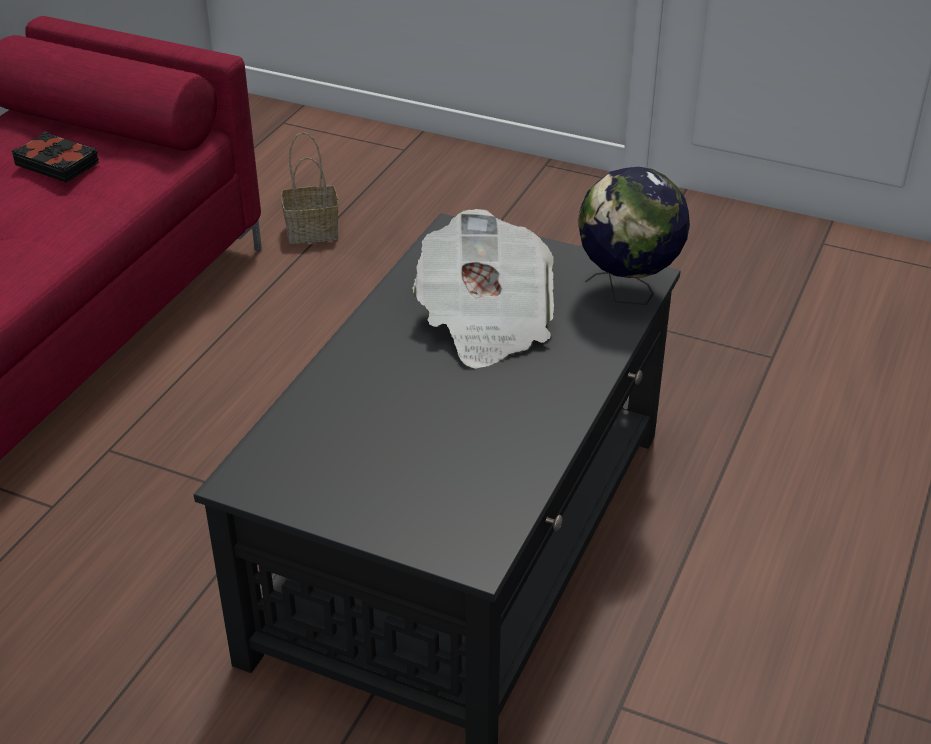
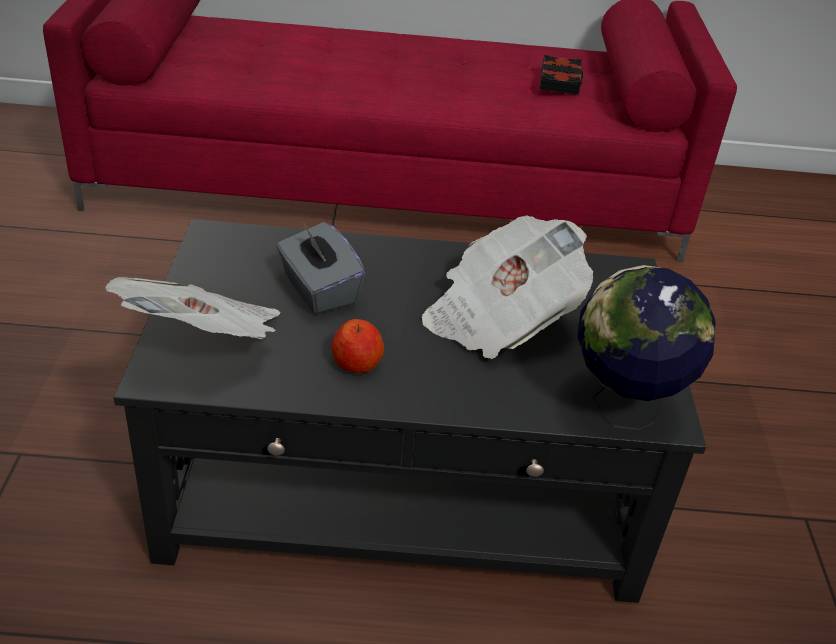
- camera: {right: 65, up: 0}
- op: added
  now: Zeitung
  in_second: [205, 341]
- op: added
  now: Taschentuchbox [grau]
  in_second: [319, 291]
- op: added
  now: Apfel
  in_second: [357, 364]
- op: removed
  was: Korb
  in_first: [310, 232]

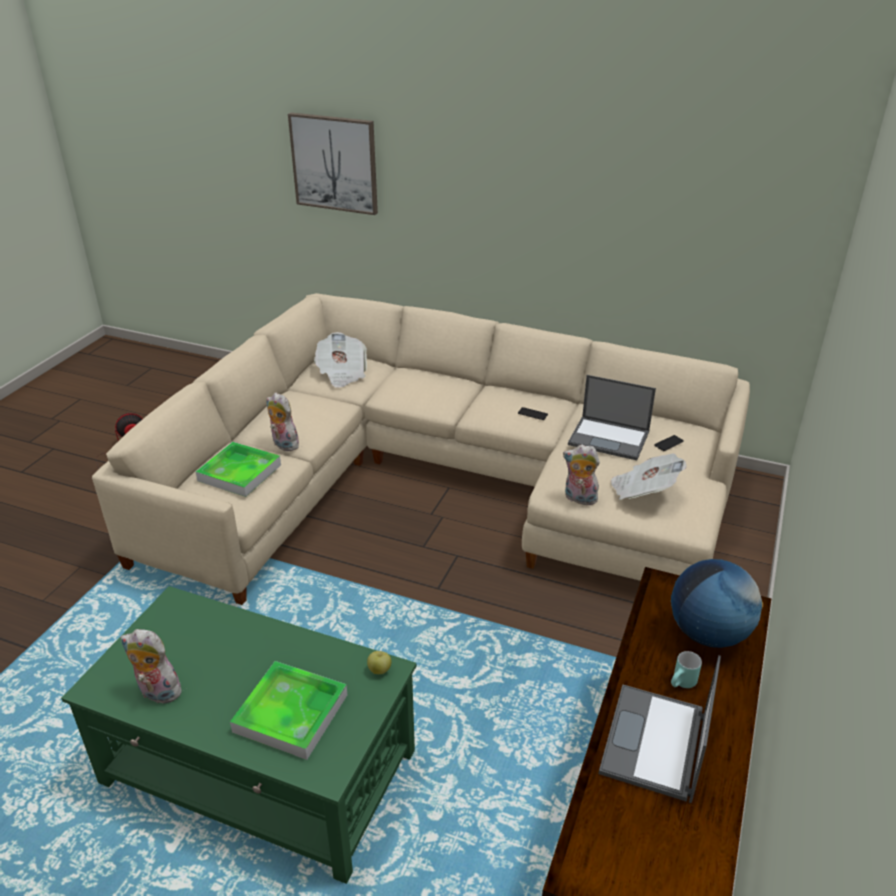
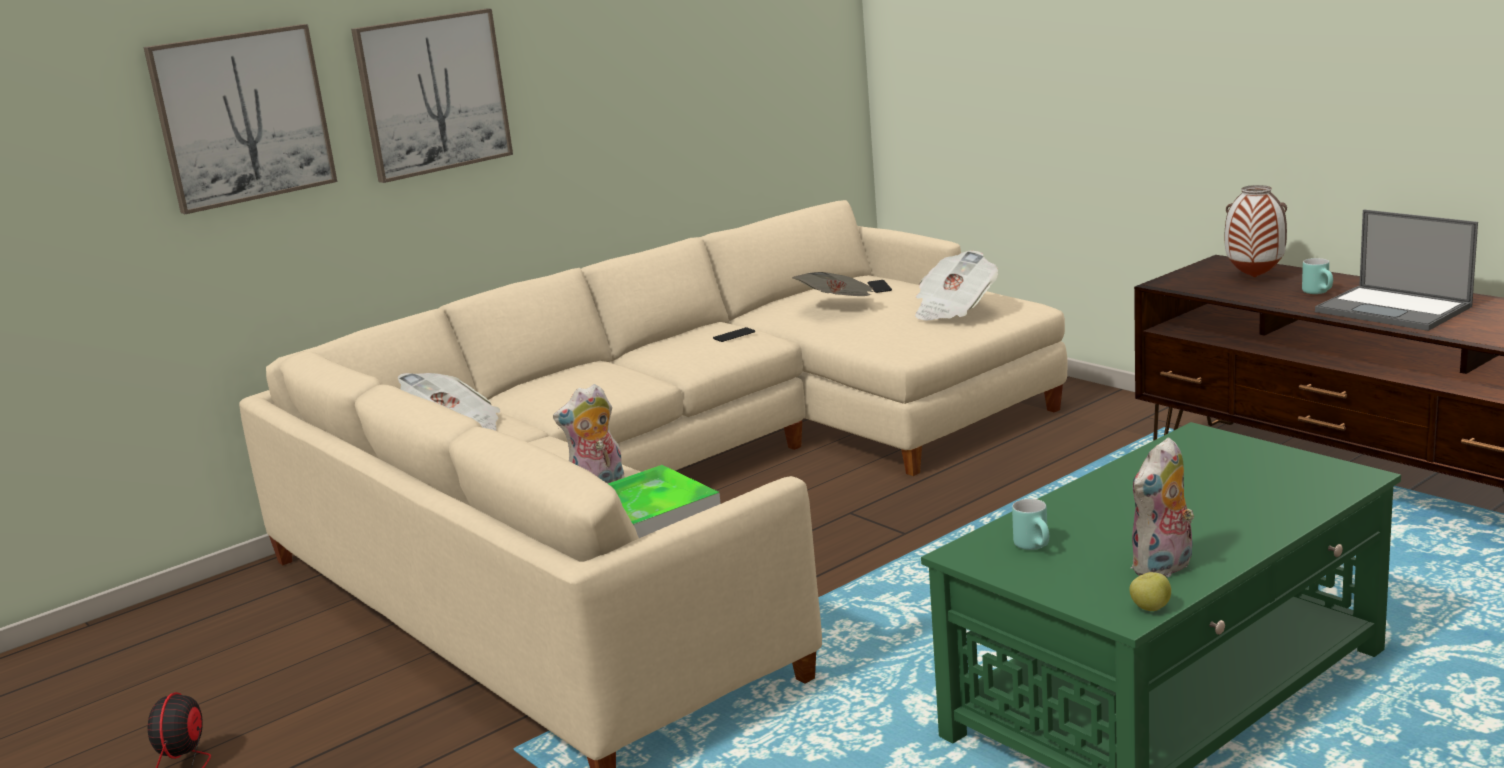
- camera: {right: -60, up: -15}
- op: added
  now: Bild
  in_second: [433, 94]
- op: replaced
  was: Laptop
  now: Zeitung
  in_first: [610, 438]
  in_second: [838, 307]
- op: added
  now: Henkelbecher [türkis]
  in_second: [1036, 547]
- op: moved
  was: Apfel
  in_first: [379, 670]
  in_second: [1150, 608]
- op: replaced
  was: Globus
  now: Vase
  in_first: [708, 633]
  in_second: [1253, 277]
- op: removed
  was: Tablett
  in_first: [291, 713]
- op: removed
  was: Plüschtier
  in_first: [579, 499]

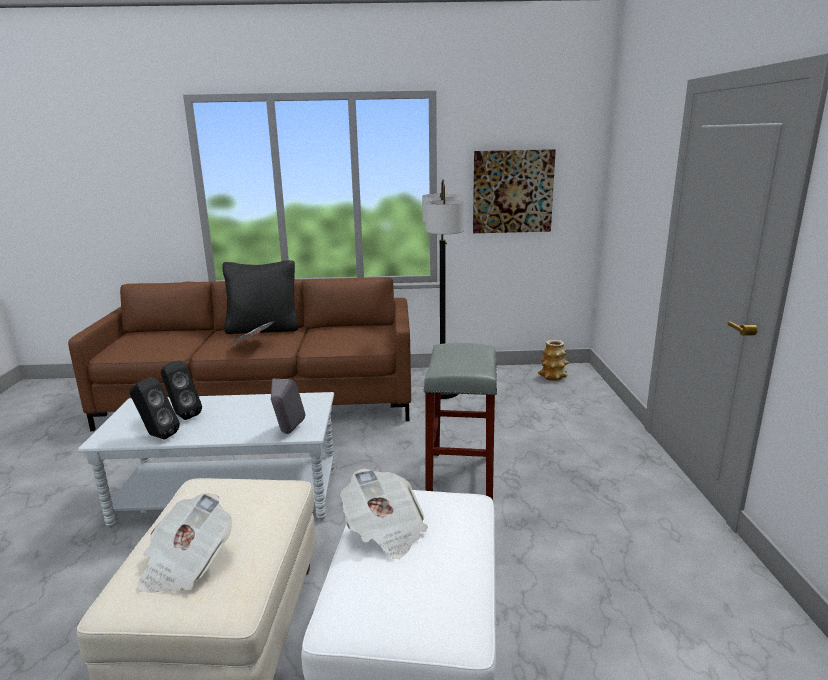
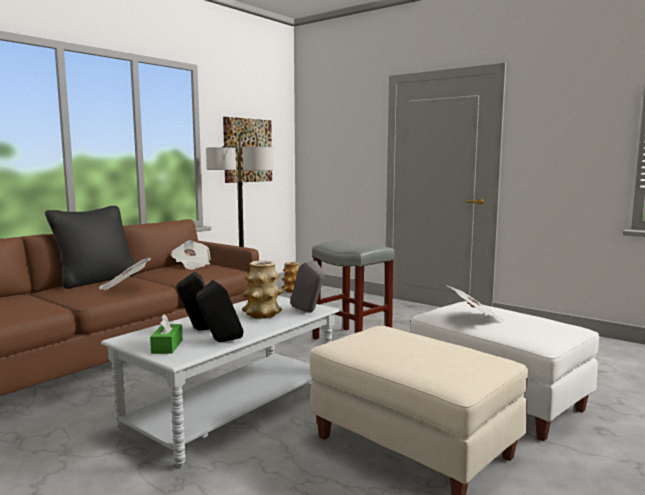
- camera: {right: -50, up: -10}
- op: added
  now: Taschentuchbox [grün]
  in_second: [167, 346]
- op: moved
  was: Zeitung
  in_first: [186, 564]
  in_second: [191, 265]
- op: added
  now: Vase
  in_second: [262, 315]

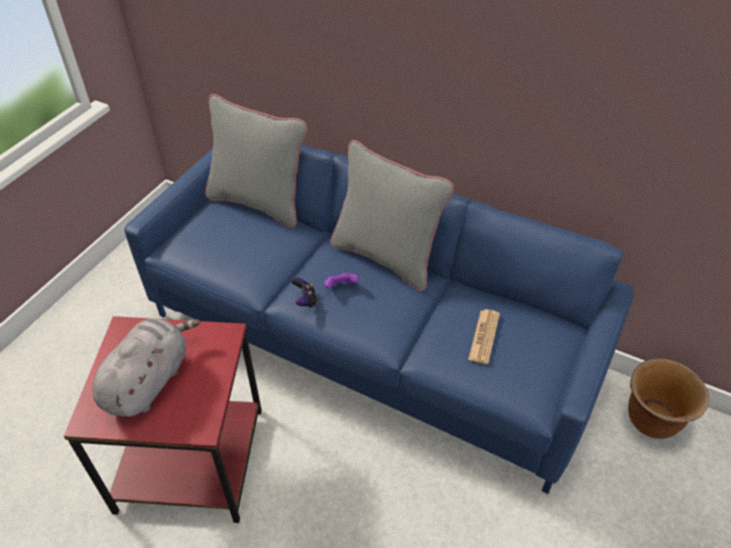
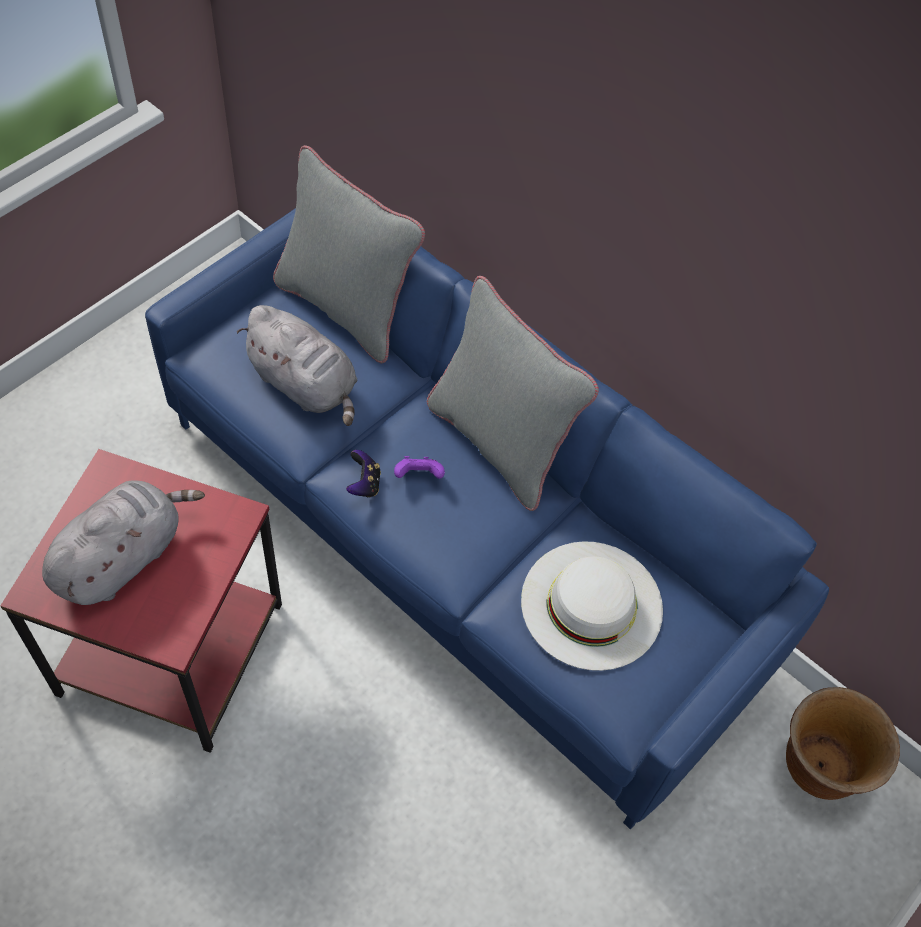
- camera: {right: 10, up: 10}
- op: added
  now: Plüschtier [grau]
  in_second: [305, 385]
- op: replaced
  was: Zeitung
  now: Hut [weiß]
  in_first: [484, 336]
  in_second: [592, 604]

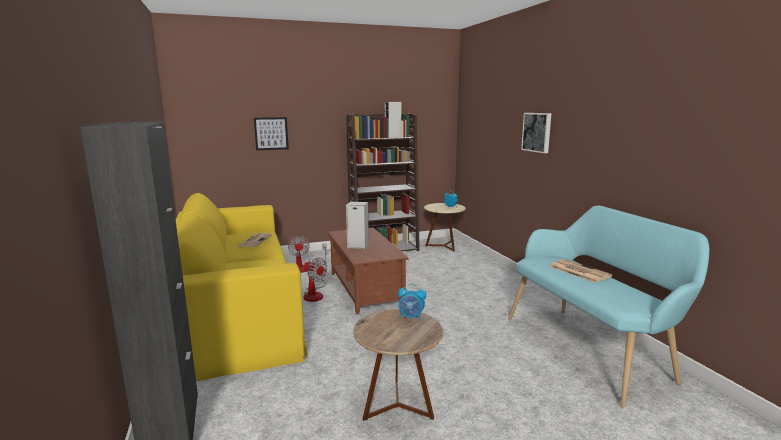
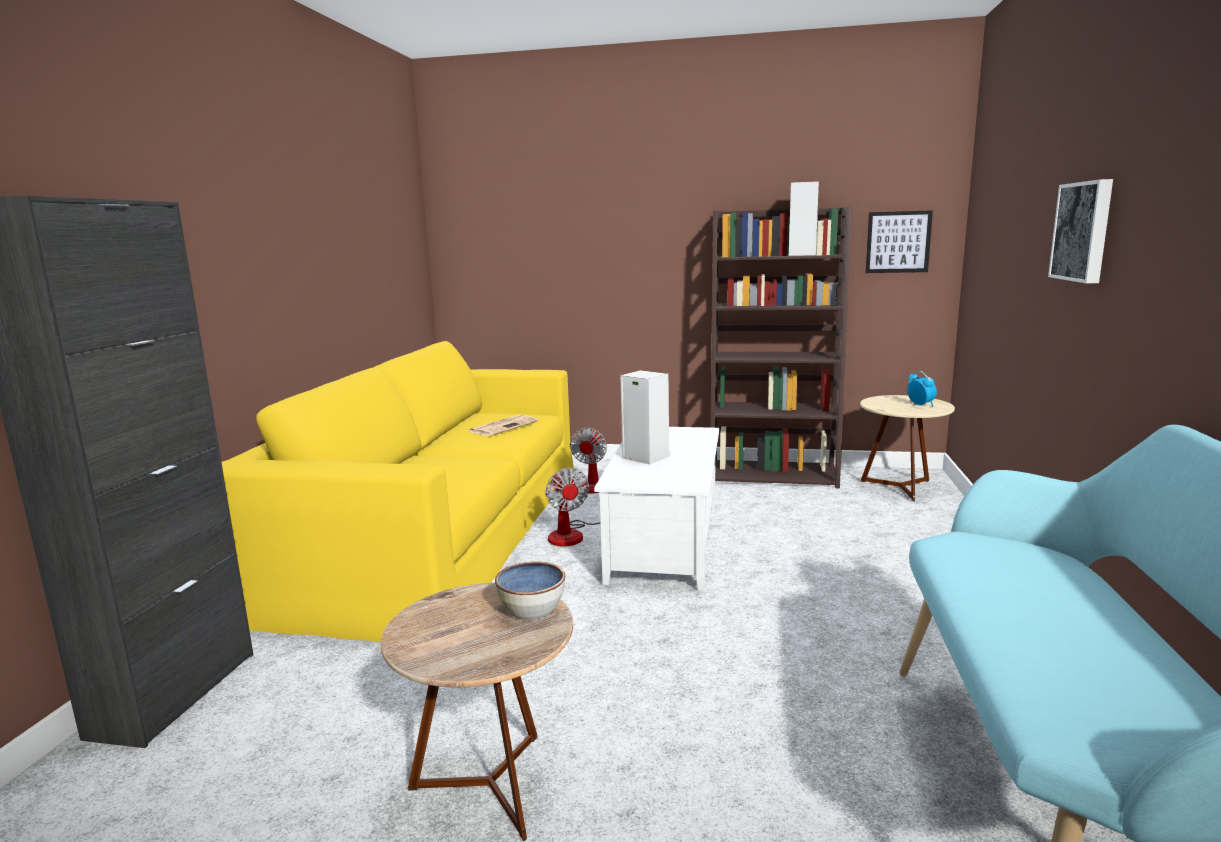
- camera: {right: 30, up: 0}
- op: replaced
  was: Wecker
  now: Schüssel
  in_first: [411, 317]
  in_second: [532, 609]
- op: recoloured
  was: Couchtisch [braun]
  now: Couchtisch [weiß]
  in_first: [364, 289]
  in_second: [663, 541]
- op: moved
  was: Bild
  in_first: [271, 133]
  in_second: [898, 242]
- op: removed
  was: Zeitung
  in_first: [578, 271]

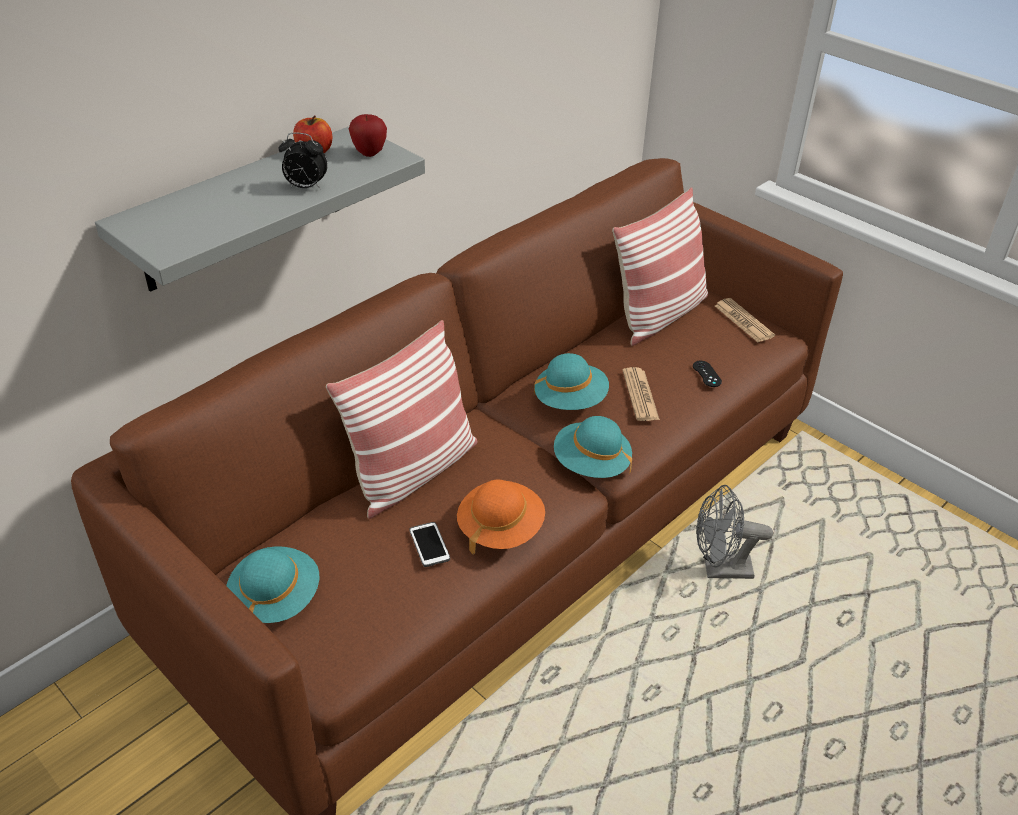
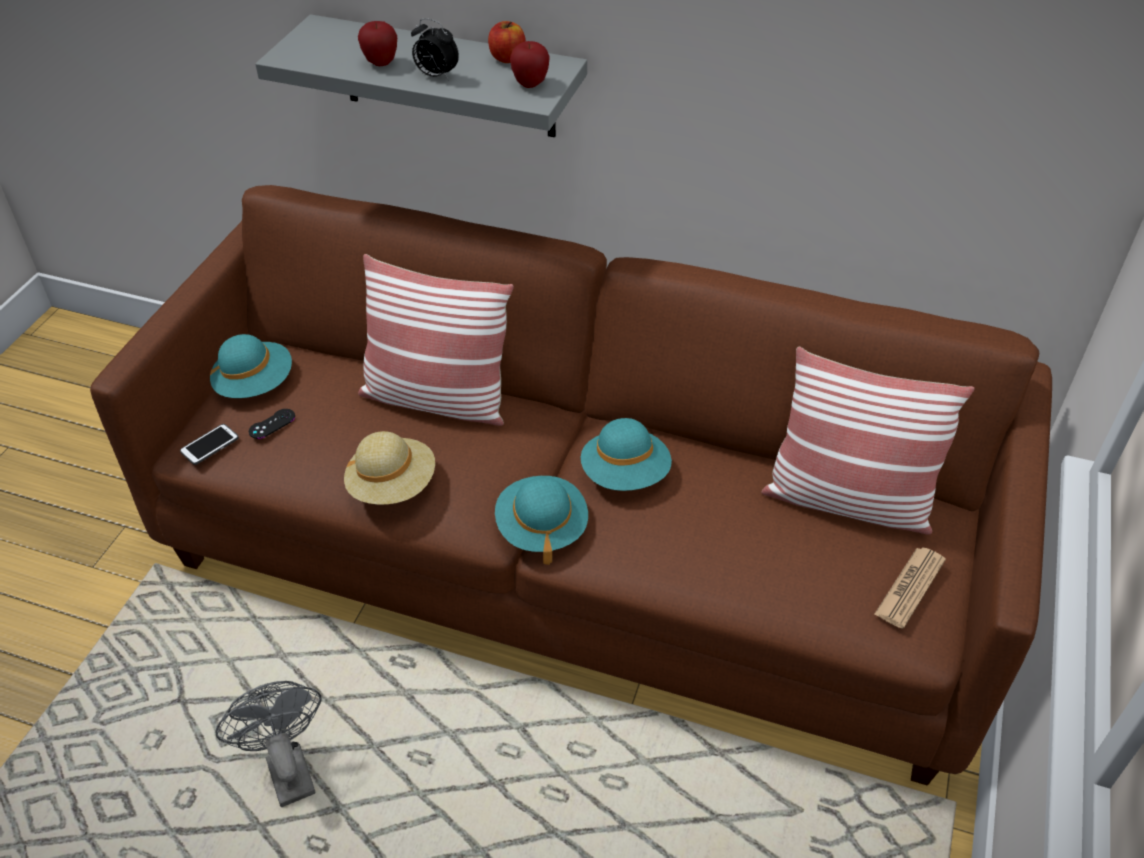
- camera: {right: 65, up: 5}
- op: moved
  was: Handy
  in_first: [429, 545]
  in_second: [209, 445]
- op: moved
  was: Ventilator [grau]
  in_first: [719, 569]
  in_second: [287, 768]
- op: moved
  was: Gamepad [schwarz]
  in_first: [706, 374]
  in_second: [272, 424]
- op: recoloured
  was: Hut [orange]
  now: Hut [beige]
  in_first: [500, 528]
  in_second: [392, 485]
- op: added
  now: Apfel
  in_second: [381, 63]
- op: turned
  was: Wecker
  in_first: [305, 187]
  in_second: [436, 76]
  clockwise: -45
- op: removed
  was: Zeitung
  in_first: [640, 395]

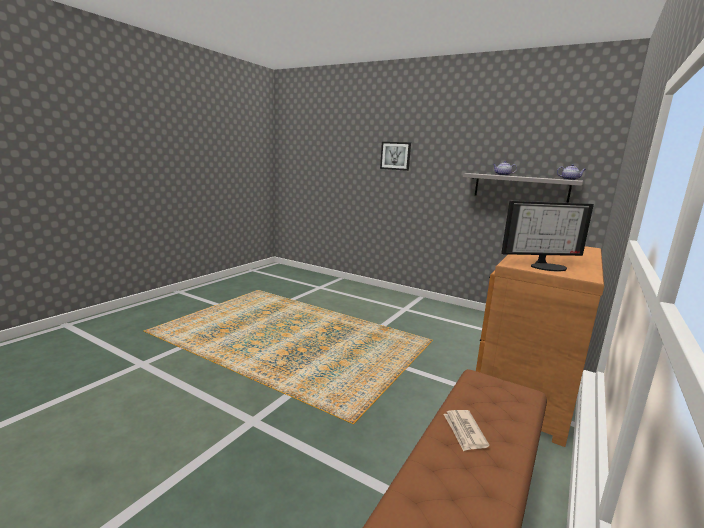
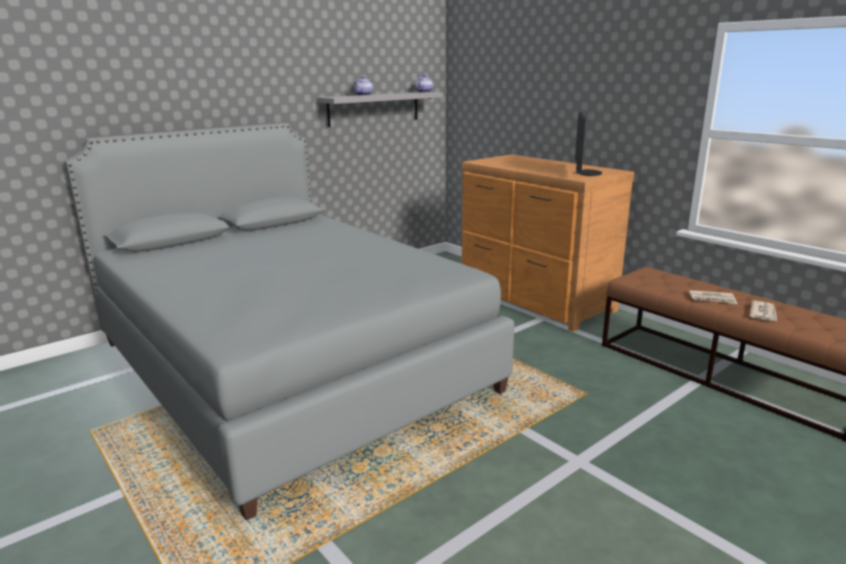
- camera: {right: -70, up: 5}
- op: added
  now: Bett [grau]
  in_second: [289, 366]
- op: added
  now: Zeitung
  in_second: [763, 313]
- op: removed
  was: Bild
  in_first: [395, 156]

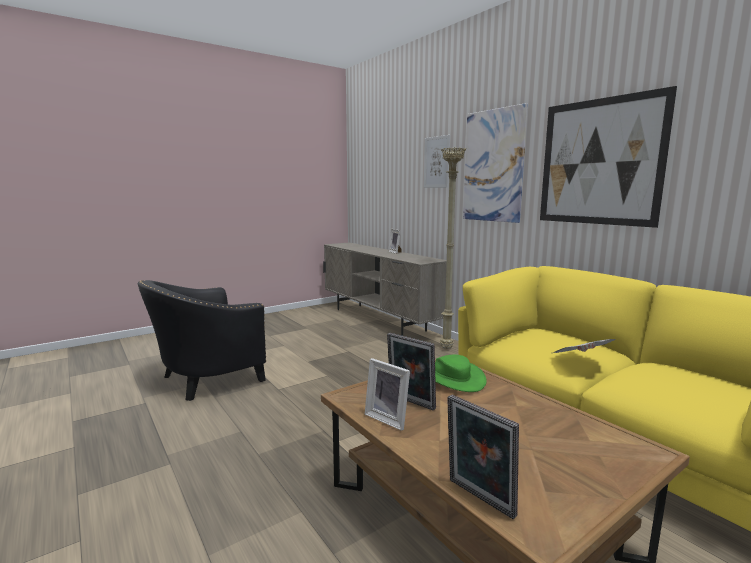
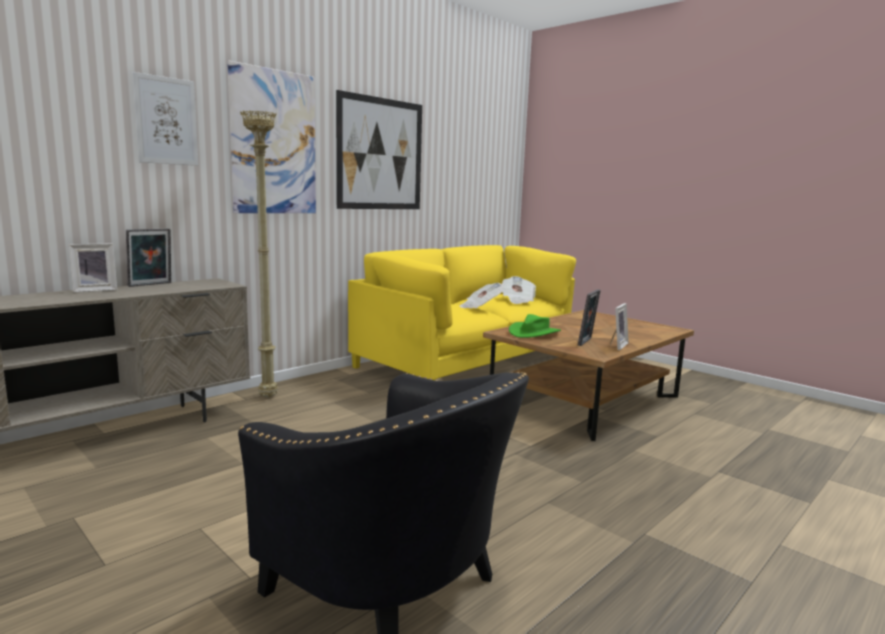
- camera: {right: -100, up: 0}
- op: moved
  was: Bilderrahmen
  in_first: [478, 499]
  in_second: [151, 285]
- op: added
  now: Zeitung
  in_second: [517, 300]

